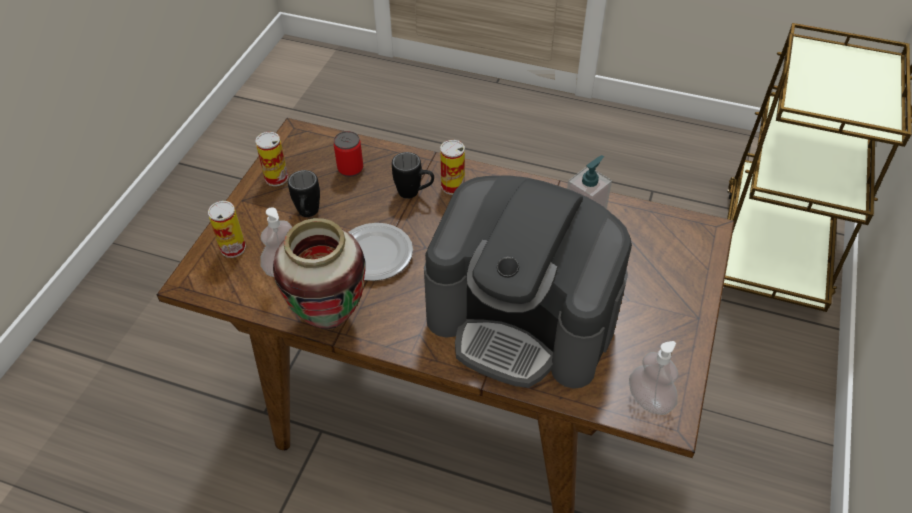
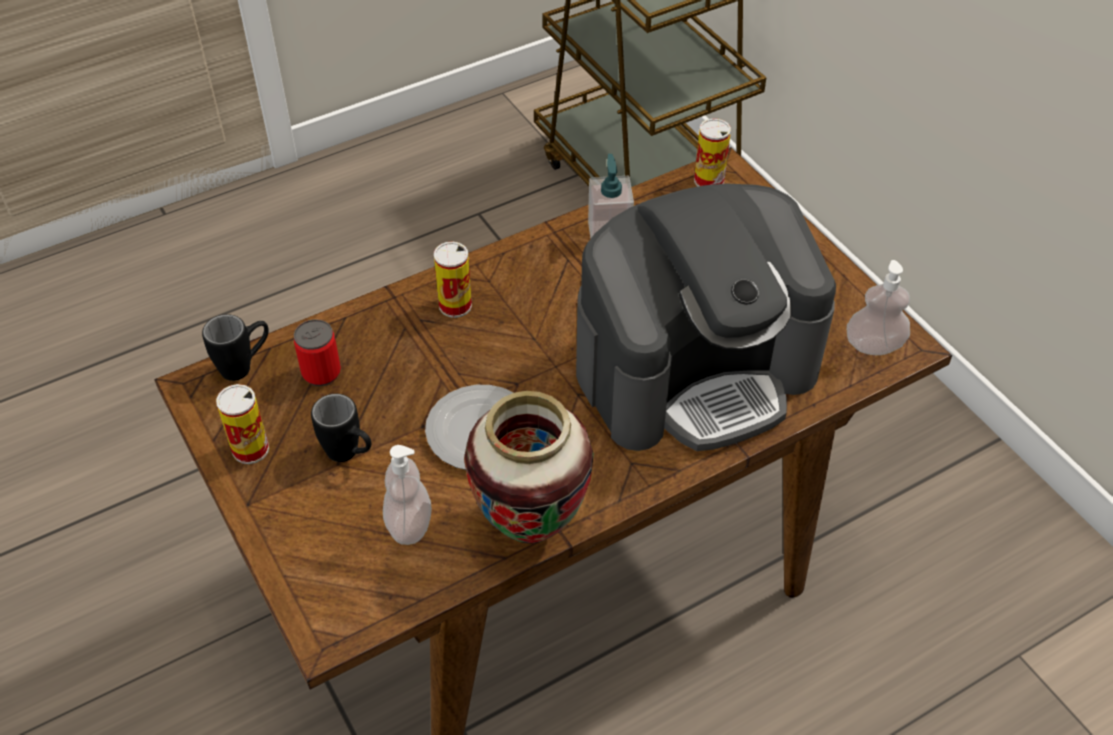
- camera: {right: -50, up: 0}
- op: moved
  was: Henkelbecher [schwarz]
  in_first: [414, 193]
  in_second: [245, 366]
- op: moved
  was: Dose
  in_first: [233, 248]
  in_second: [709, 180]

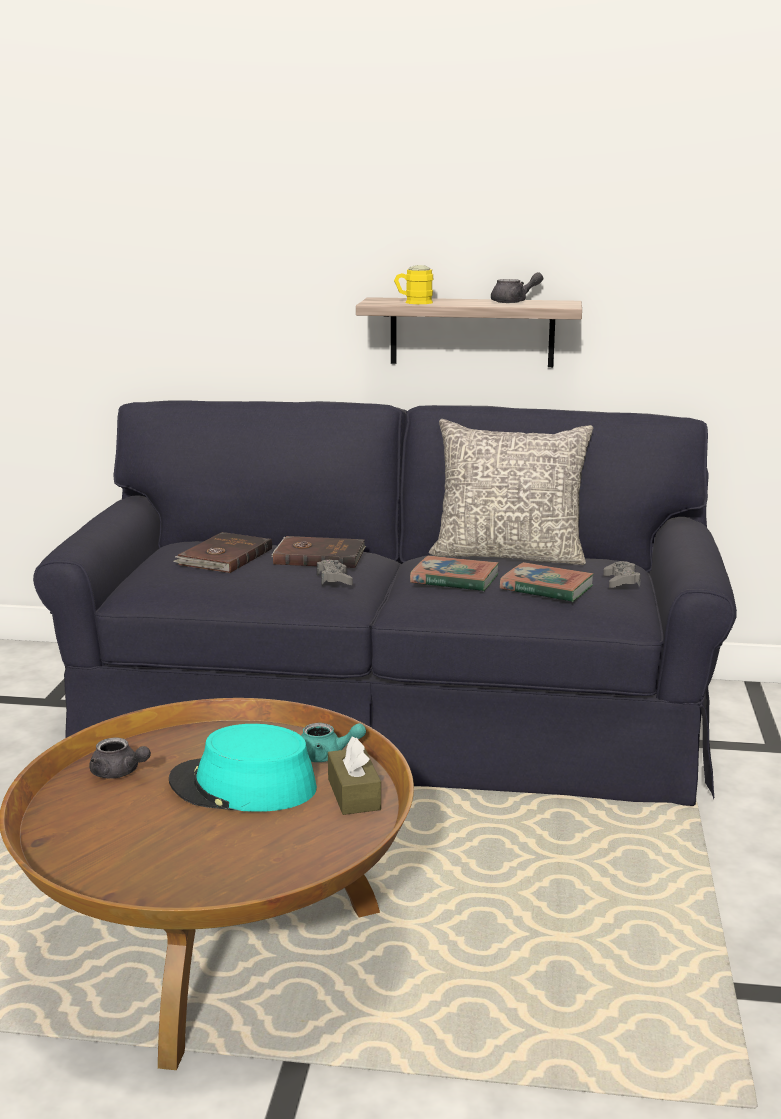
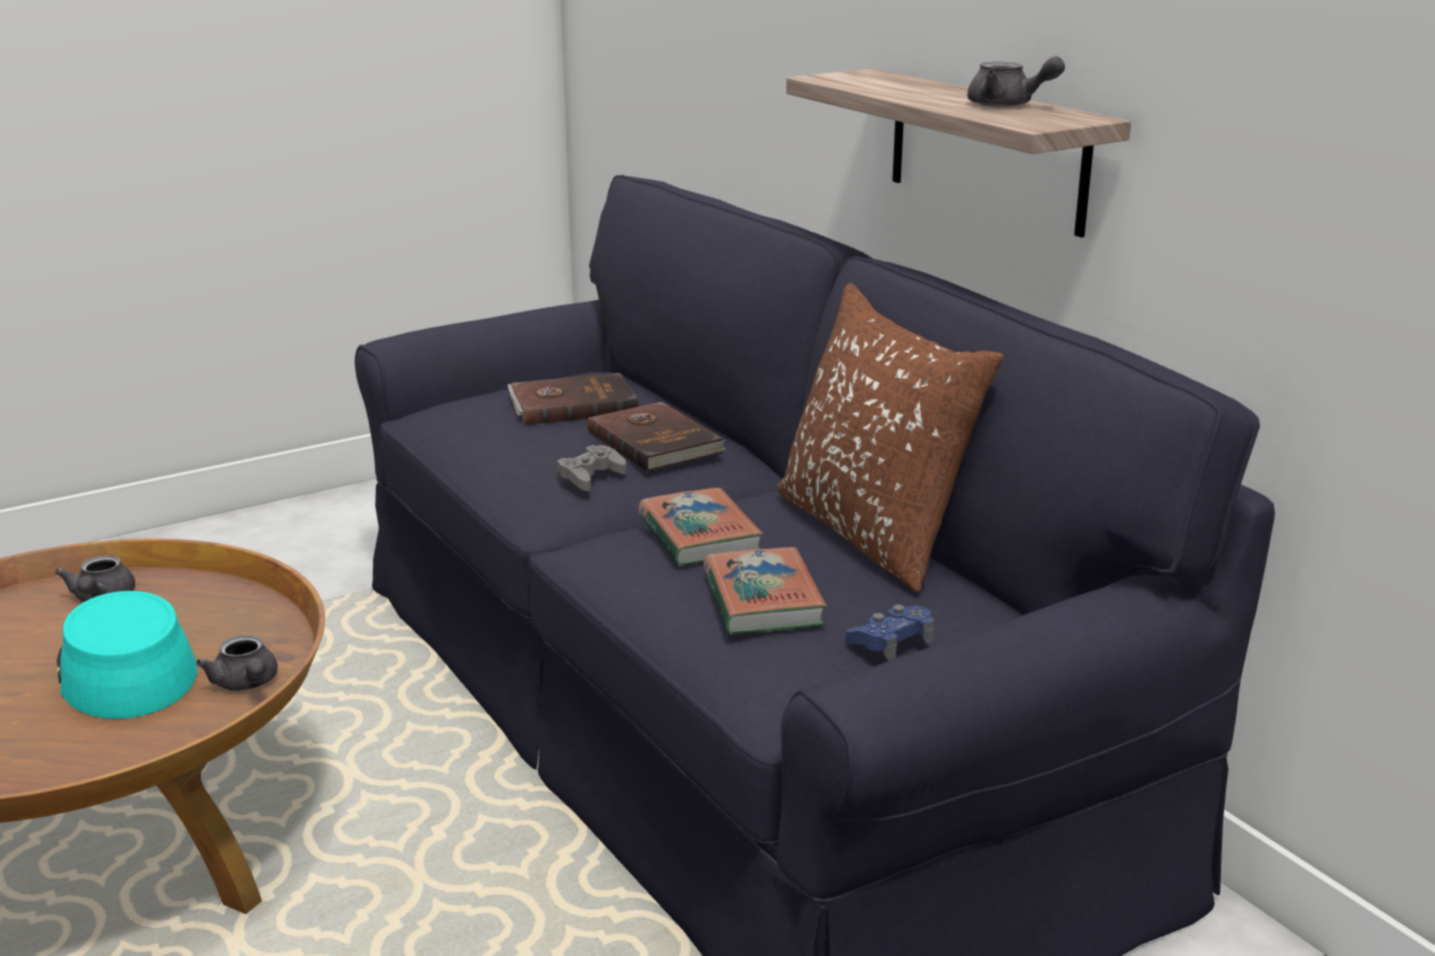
- camera: {right: 50, up: 5}
- op: recoloured
  was: Teekanne [türkis]
  now: Teekanne [grau]
  in_first: [326, 756]
  in_second: [246, 684]
- op: recoloured
  was: Kissen [grau]
  now: Kissen [braun]
  in_first: [509, 555]
  in_second: [874, 534]
- op: recoloured
  was: Gamepad [grau]
  now: Gamepad [blau]
  in_first: [621, 581]
  in_second: [891, 641]
- op: removed
  was: Taschentuchbox [braun]
  in_first: [354, 794]
- op: removed
  was: Henkelbecher [gelb]
  in_first: [413, 302]

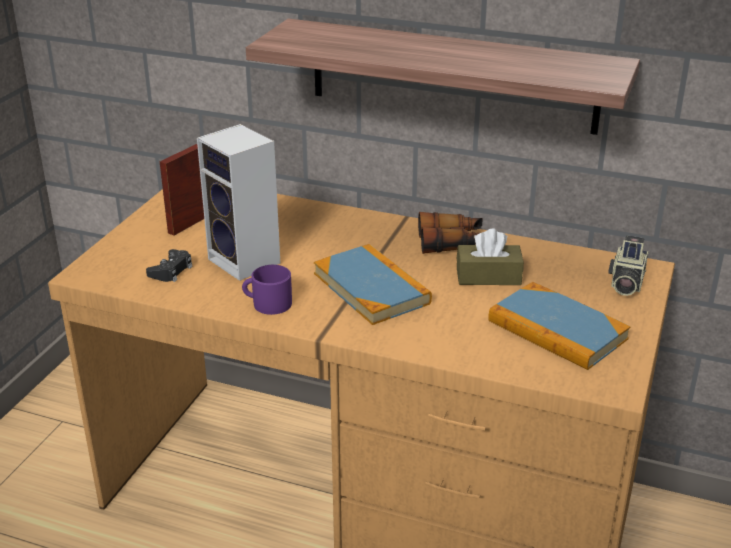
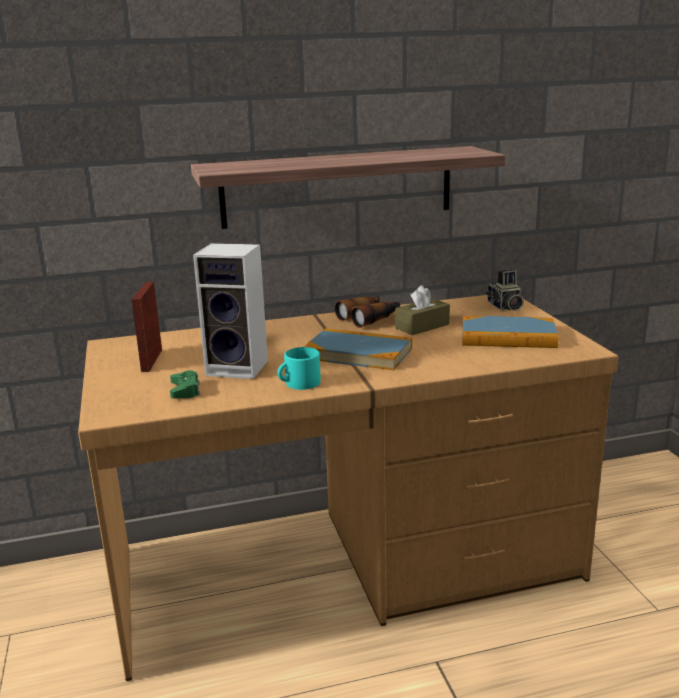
- camera: {right: -35, up: -10}
- op: recoloured
  was: Gamepad [schwarz]
  now: Gamepad [grün]
  in_first: [171, 271]
  in_second: [185, 390]
- op: recoloured
  was: Henkelbecher [lila]
  now: Henkelbecher [türkis]
  in_first: [267, 303]
  in_second: [298, 383]

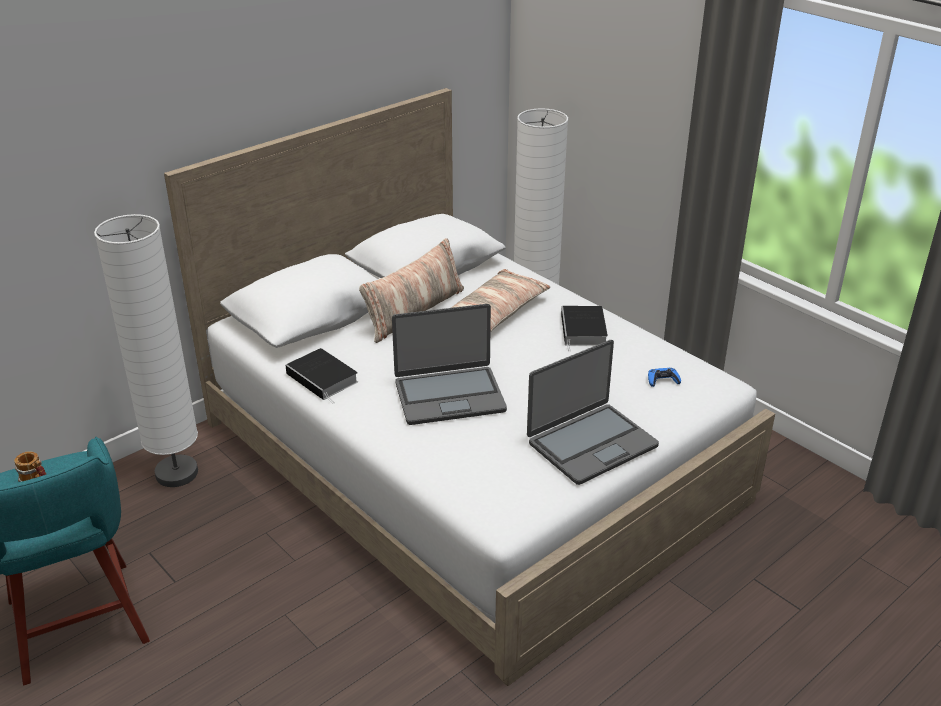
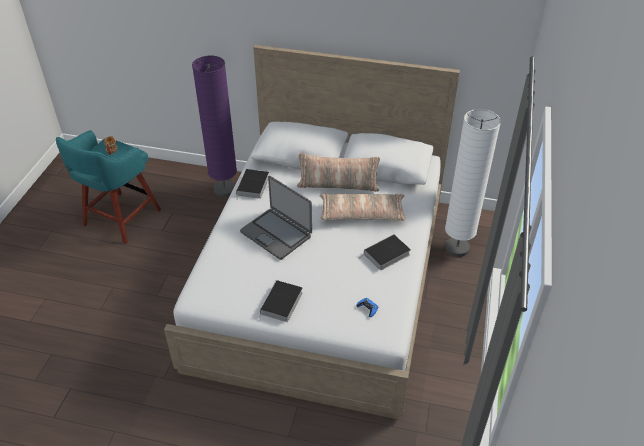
- camera: {right: 55, up: 10}
- op: recoloured
  was: Stehlampe [weiß]
  now: Stehlampe [lila]
  in_first: [176, 473]
  in_second: [224, 189]
- op: replaced
  was: Laptop
  now: Buch
  in_first: [591, 444]
  in_second: [281, 304]

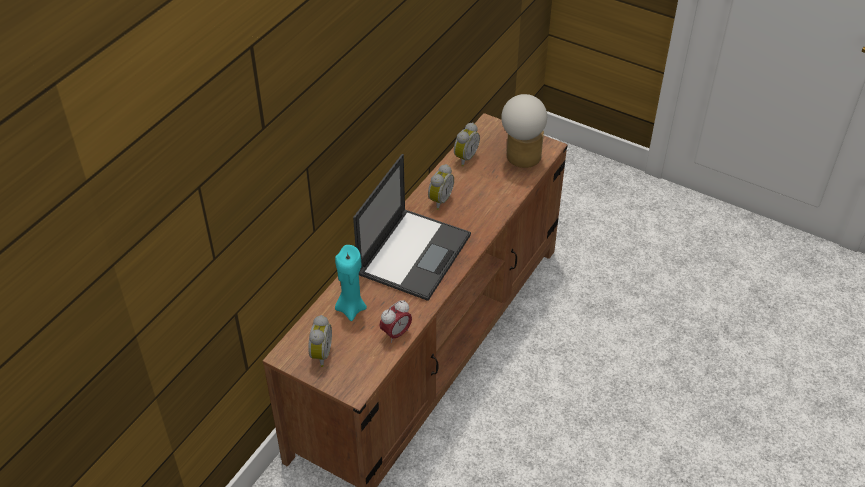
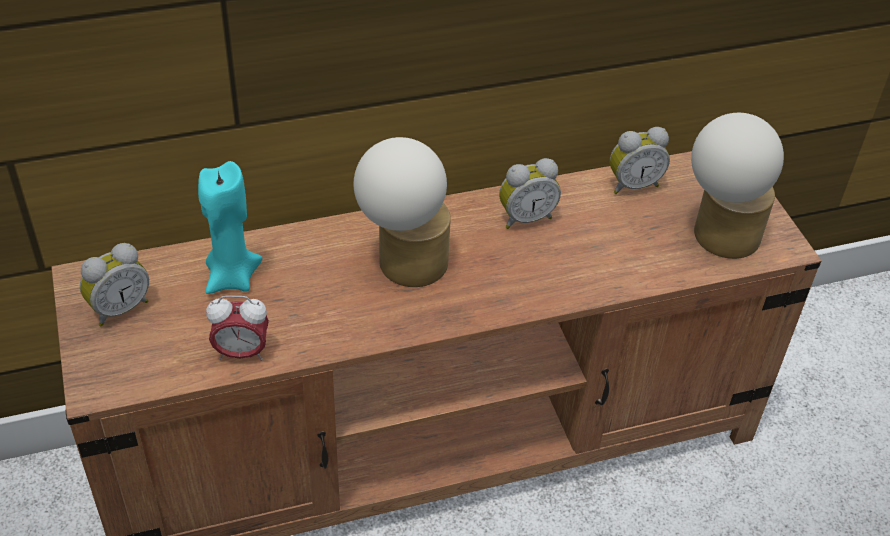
- camera: {right: 40, up: 0}
- op: replaced
  was: Laptop
  now: Tischlampe
  in_first: [414, 253]
  in_second: [403, 264]

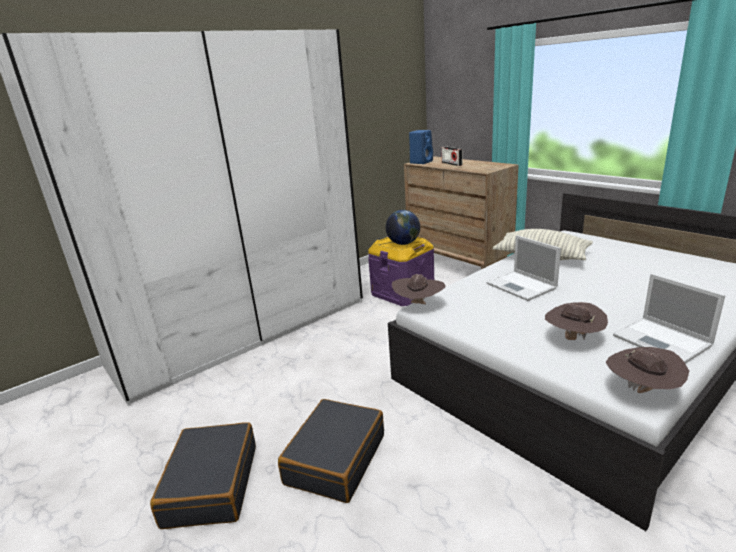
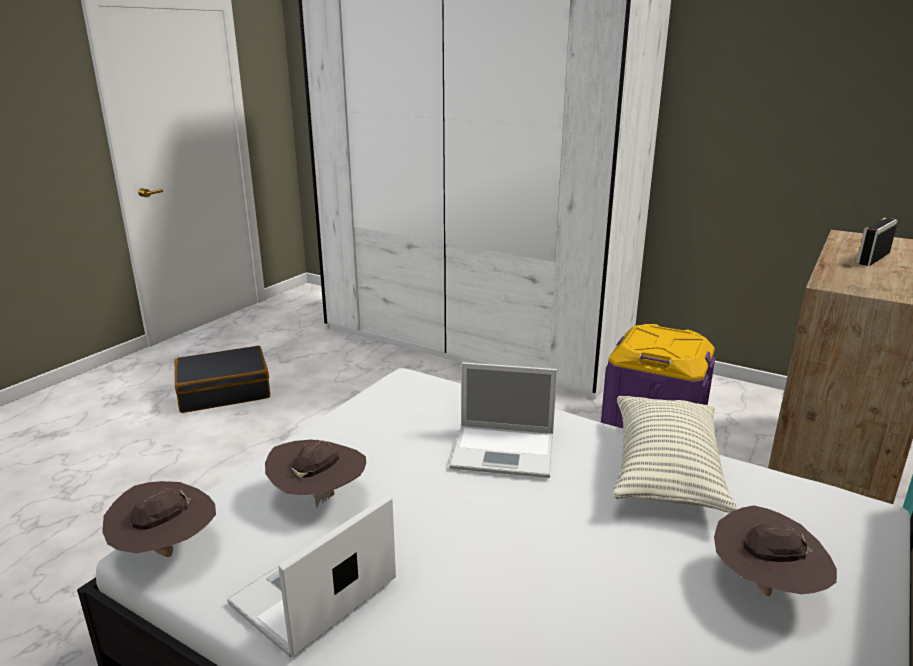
- camera: {right: 70, up: 0}
- op: turned
  was: Laptop
  in_first: [522, 286]
  in_second: [505, 451]
  clockwise: -120
- op: moved
  was: Hut [braun]
  in_first: [418, 305]
  in_second: [765, 588]
- op: removed
  was: Koffer [schwarz]
  in_first: [335, 459]
- op: removed
  was: Globus
  in_first: [403, 243]
- op: removed
  was: Lautsprecher [blau]
  in_first: [421, 162]

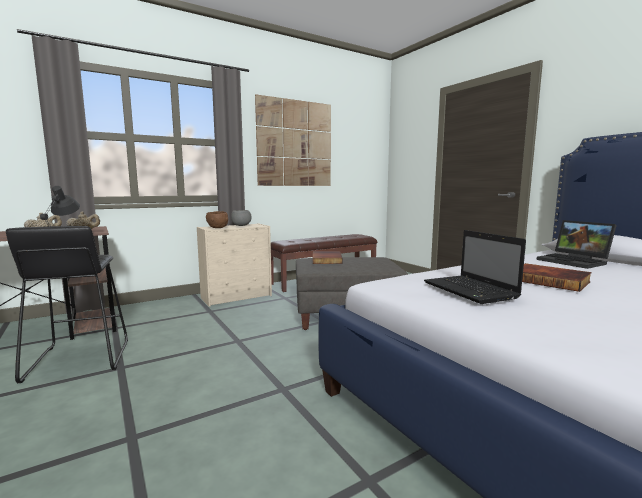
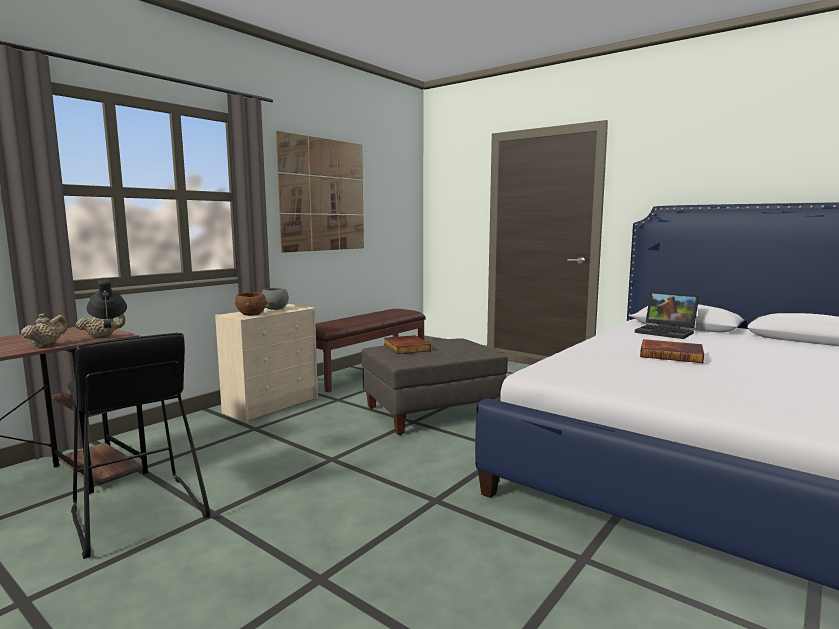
- camera: {right: -20, up: 0}
- op: removed
  was: Laptop
  in_first: [471, 291]

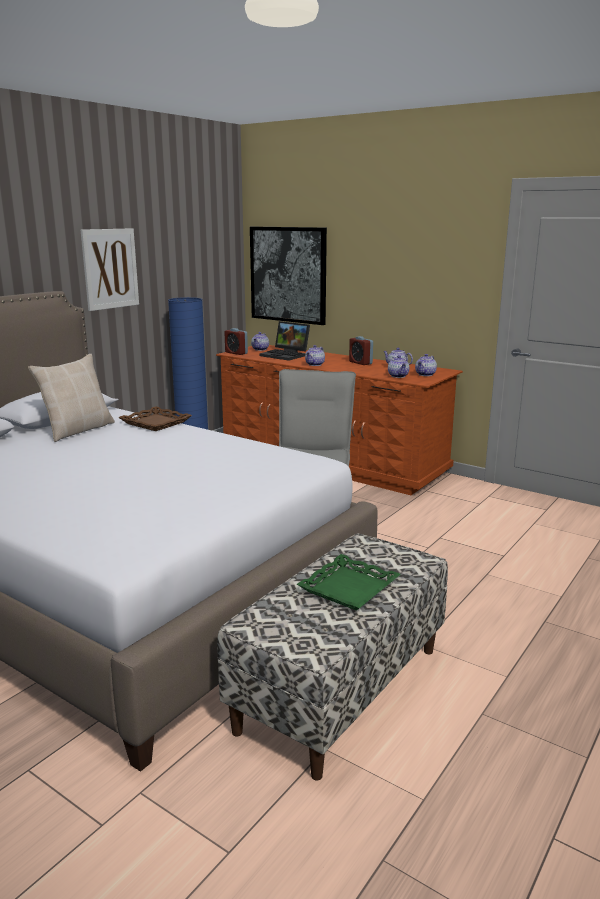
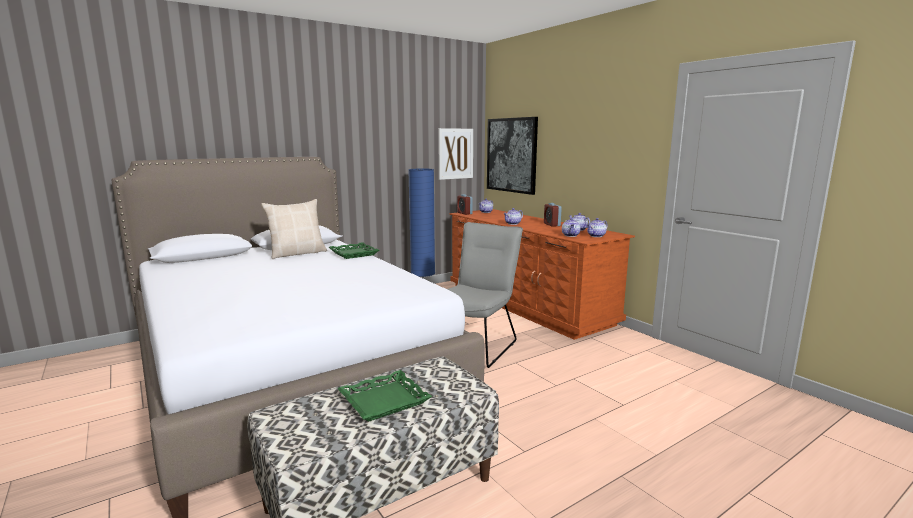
- camera: {right: 20, up: -5}
- op: recoloured
  was: Tablett [braun]
  now: Tablett [grün]
  in_first: [156, 423]
  in_second: [354, 254]
- op: moved
  was: Bild
  in_first: [110, 269]
  in_second: [455, 153]
- op: removed
  was: Laptop
  in_first: [286, 355]

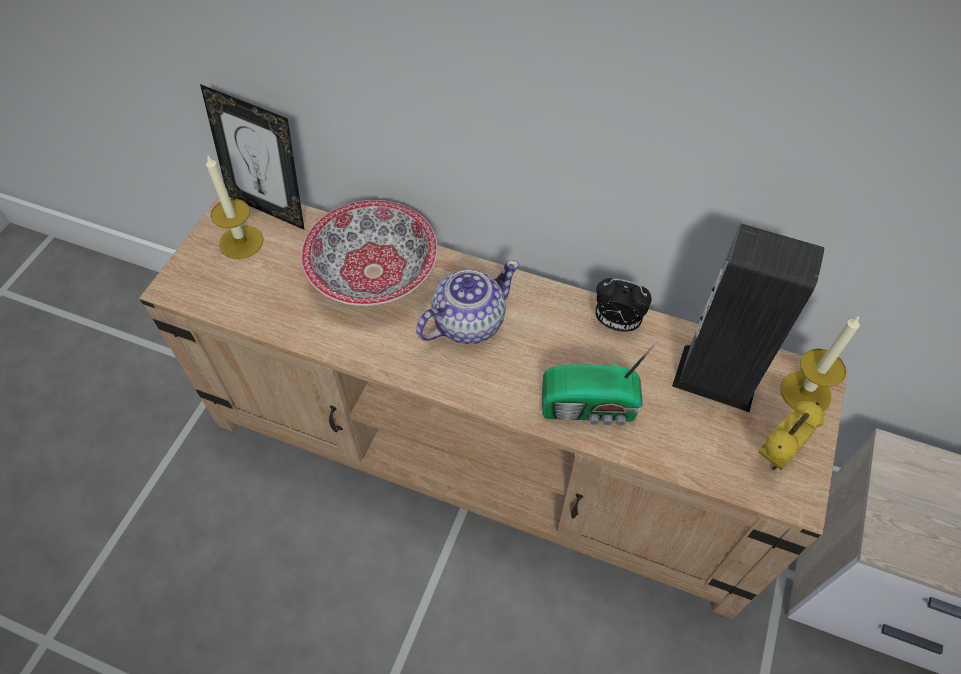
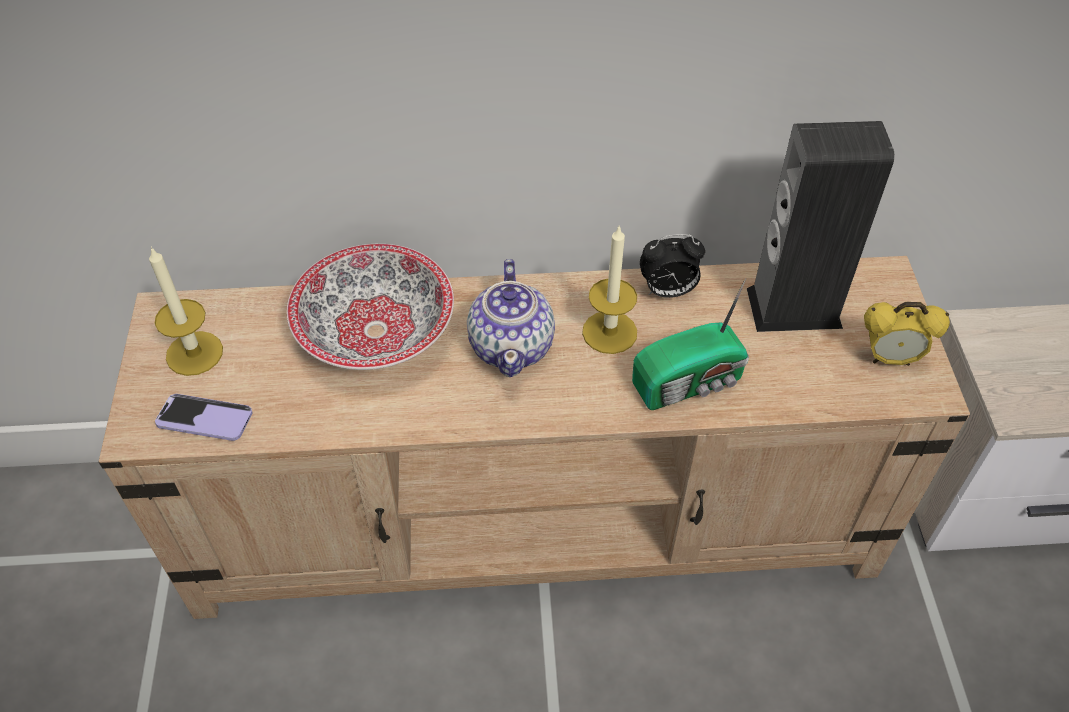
- camera: {right: -25, up: -5}
- op: added
  now: Handy
  in_second: [205, 419]
- op: turned
  was: Teekanne
  in_first: [467, 322]
  in_second: [512, 346]
  clockwise: 150
- op: moved
  was: Kerze
  in_first: [805, 392]
  in_second: [609, 332]
- op: turned
  was: Wecker
  in_first: [776, 455]
  in_second: [890, 359]
  clockwise: 75
- op: removed
  was: Bilderrahmen
  in_first: [270, 207]

